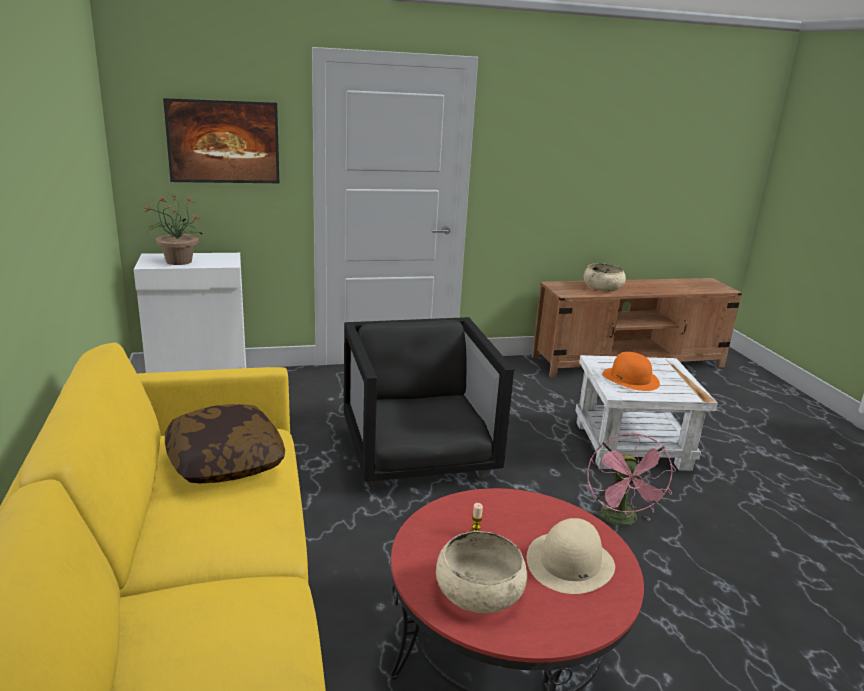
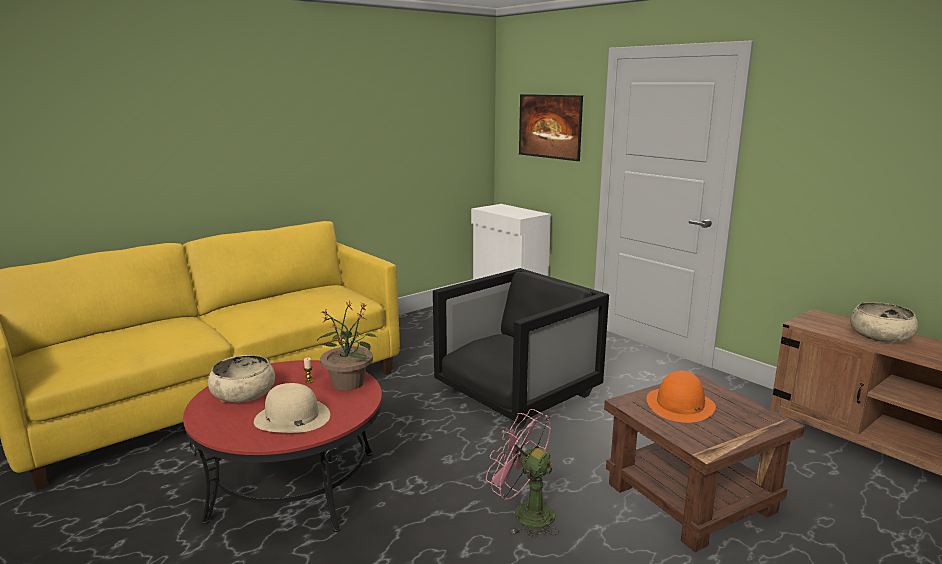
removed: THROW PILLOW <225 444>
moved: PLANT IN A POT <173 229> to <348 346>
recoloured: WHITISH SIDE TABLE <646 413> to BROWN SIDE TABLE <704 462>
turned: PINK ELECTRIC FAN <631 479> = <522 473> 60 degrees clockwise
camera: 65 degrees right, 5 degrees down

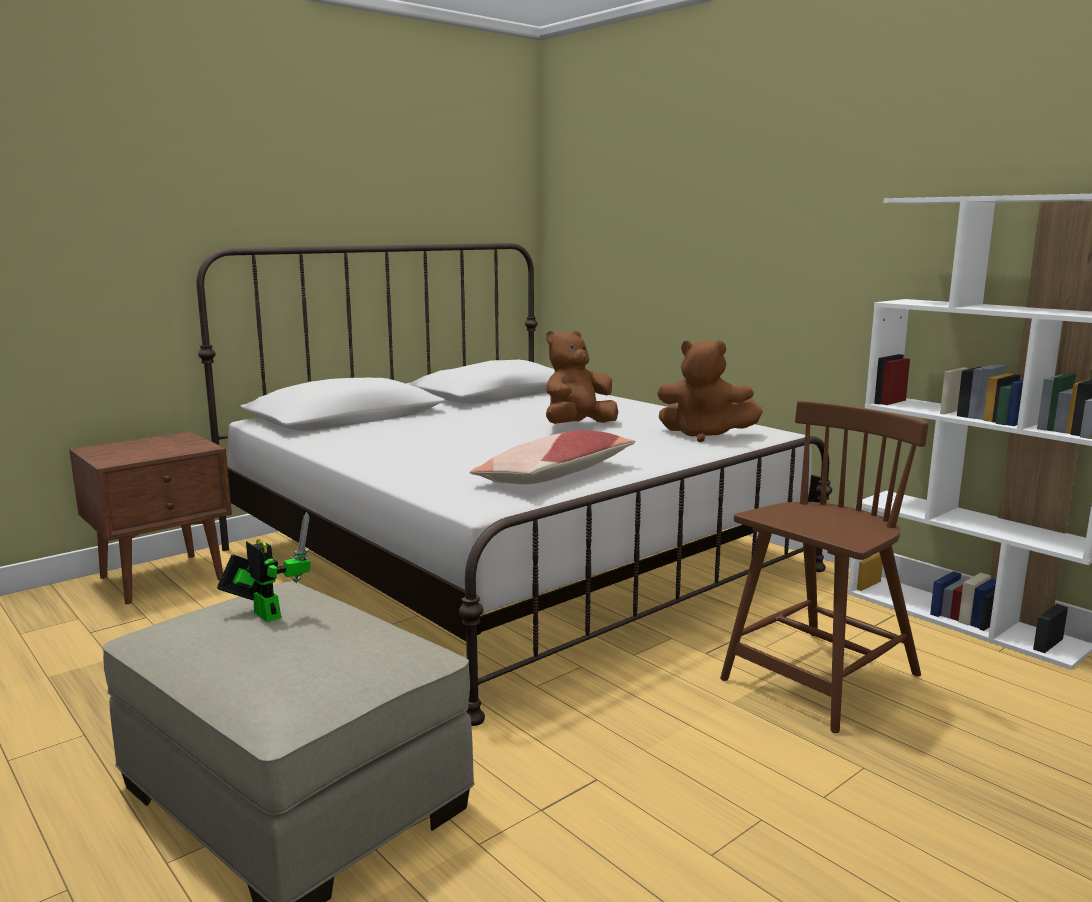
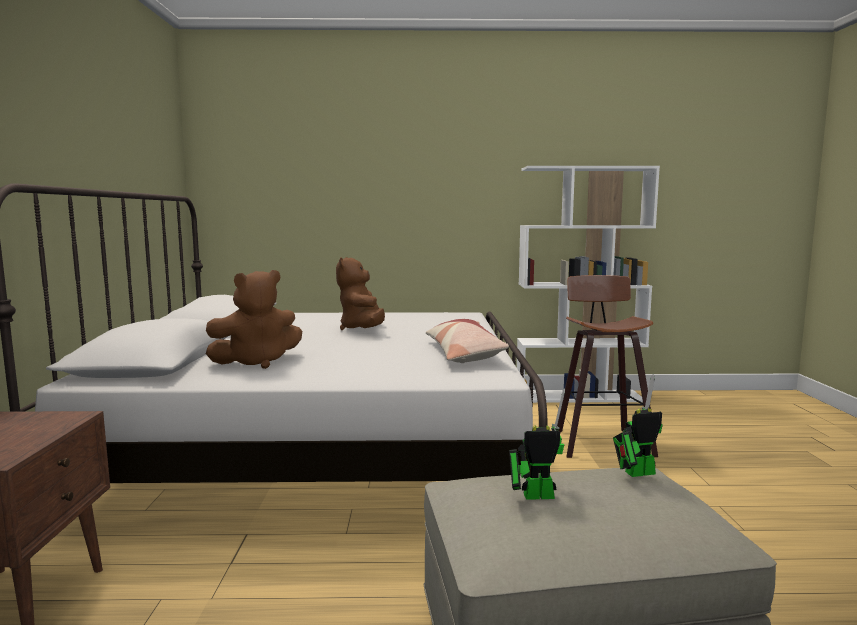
added: TOY ROBOT <638 425>
moved: BROWN PLUSH TOY <710 391> to <254 319>
replaced: BROWN CHAIR <824 567> to SITTING STOOL <607 366>
camera: 50 degrees left, 5 degrees down

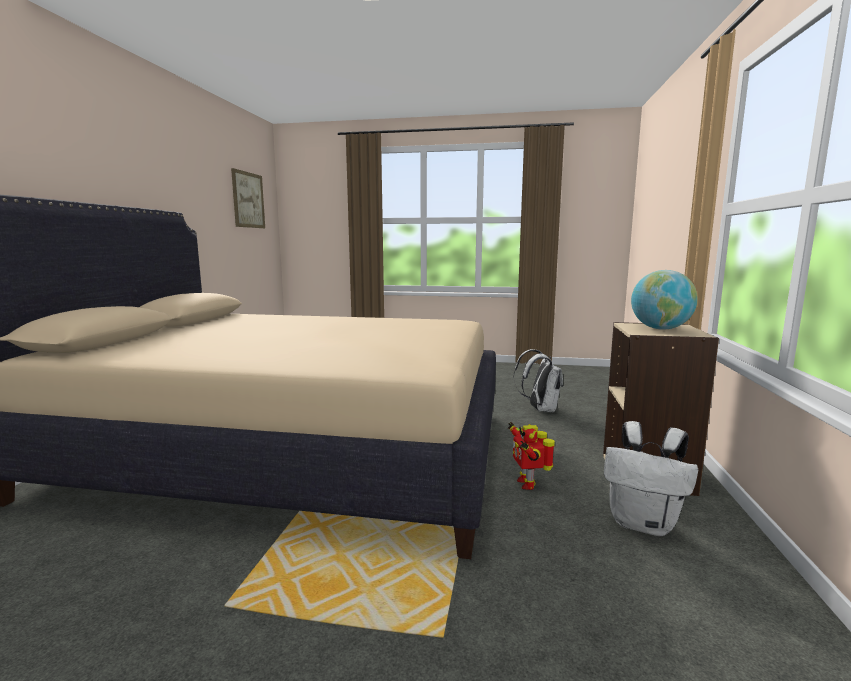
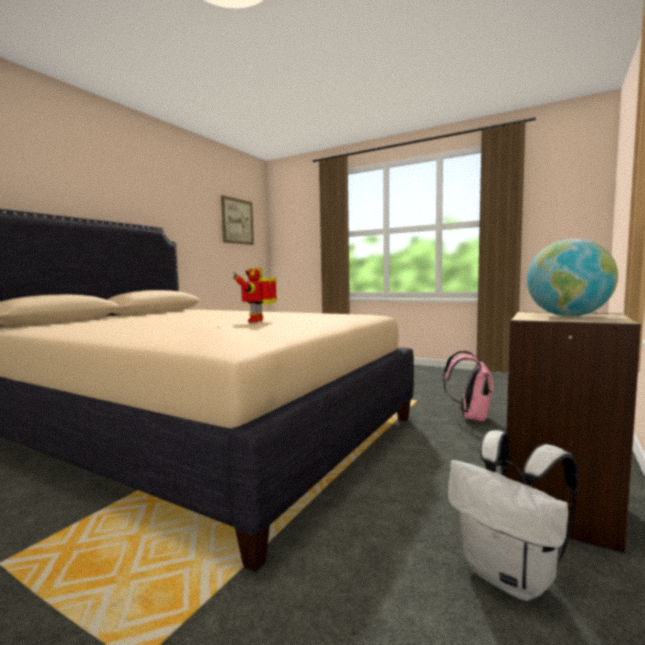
moved: TOY ROBOT <531 456> to <255 295>
recoloured: WHITISH BACKPACK <538 380> to PINK BACKPACK <468 386>
camera: 20 degrees right, 5 degrees down

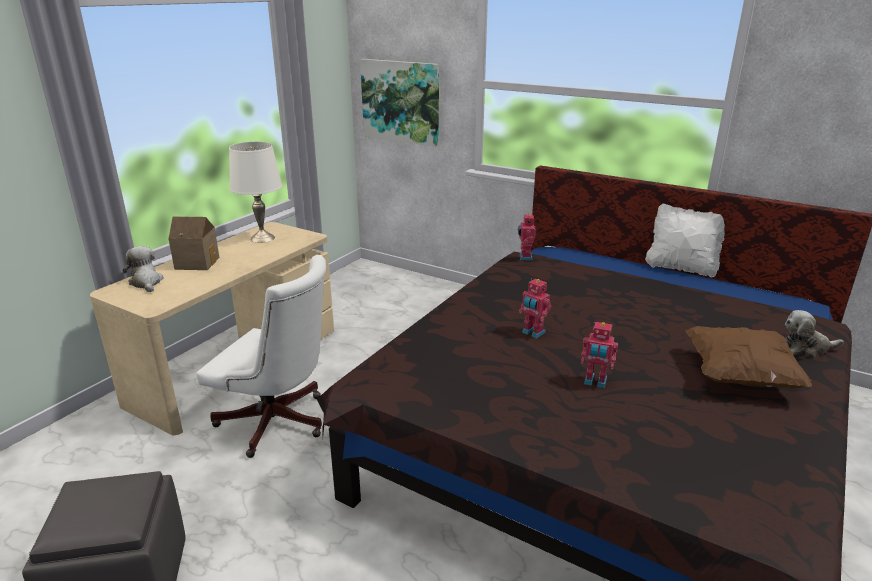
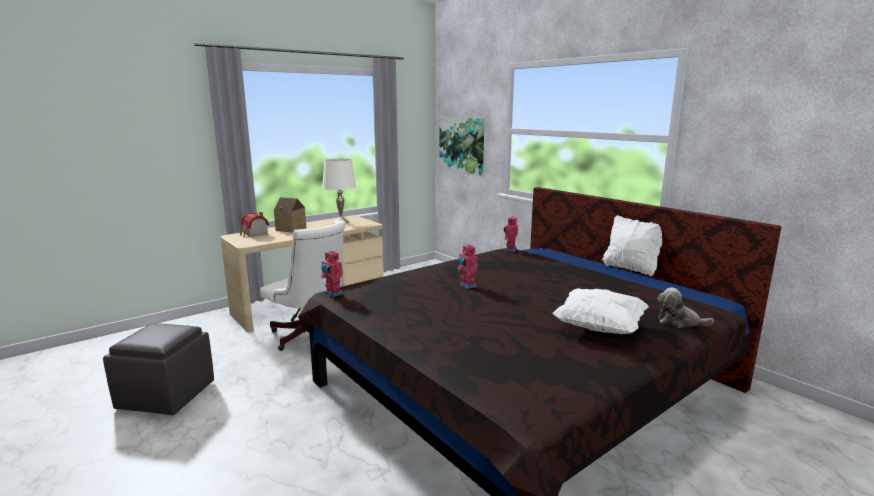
moved: TOY ROBOT <599 355> to <332 273>
replaced: PLUSH TOY <143 269> to MINIATURE HOUSE <254 224>
recoloured: BROWN THROW PILLOW <749 357> to WHITISH THROW PILLOW <601 311>
camera: 20 degrees right, 10 degrees down

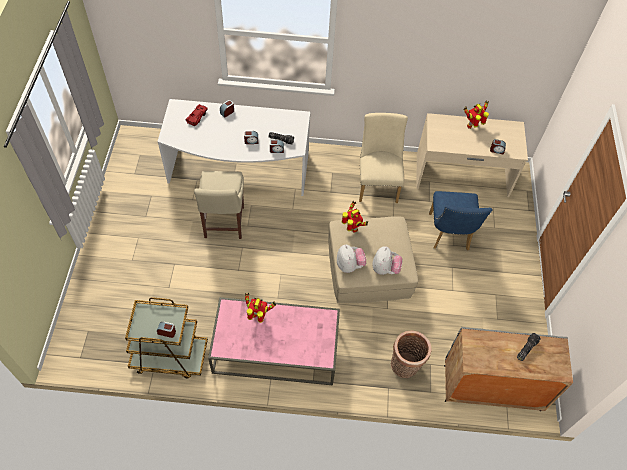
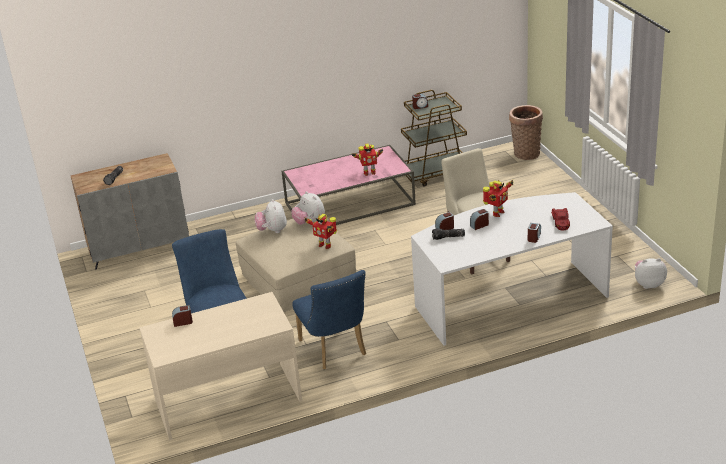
added: PLUSH TOY <651 273>
moved: BASKET <411 354> to <526 132>; TOY ROBOT <476 115> to <498 198>
recoloured: BEIGE CHAIR <383 158> to BLUISH CHAIR <329 319>
camera: 160 degrees right, 25 degrees down

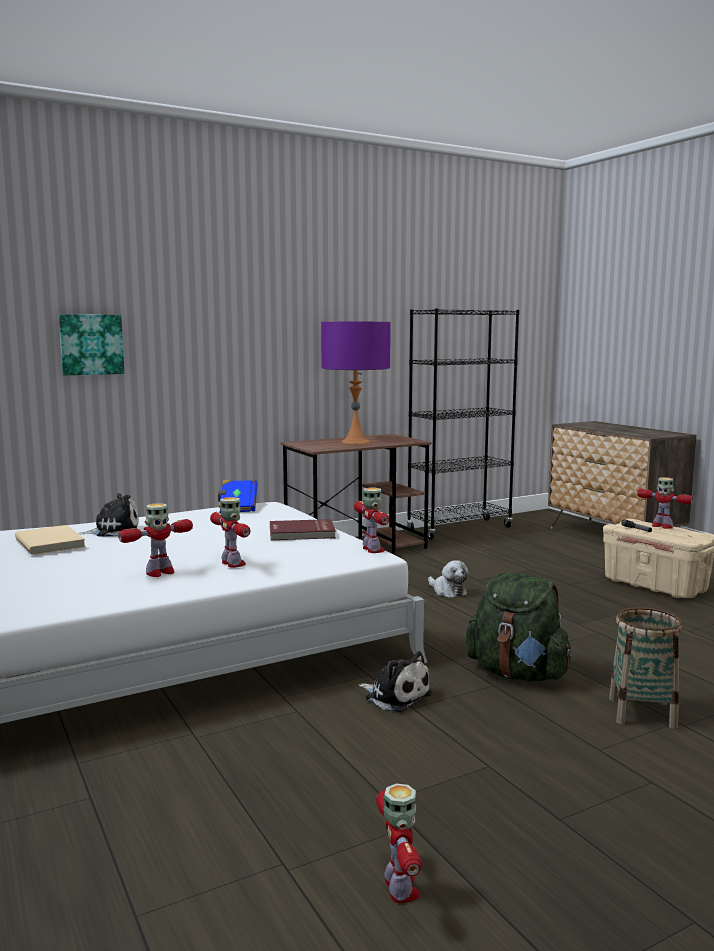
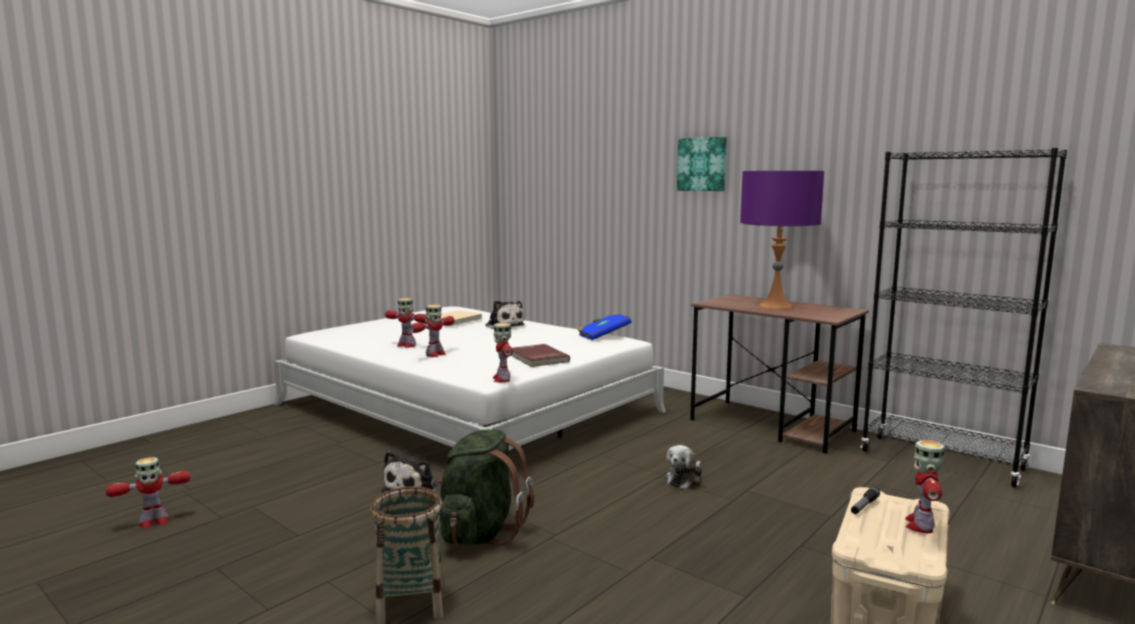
moved: WALL ART <91 345> to <702 164>
turned: TOY ROBOT <371 520> = <503 352> 120 degrees clockwise
camera: 70 degrees right, 0 degrees up

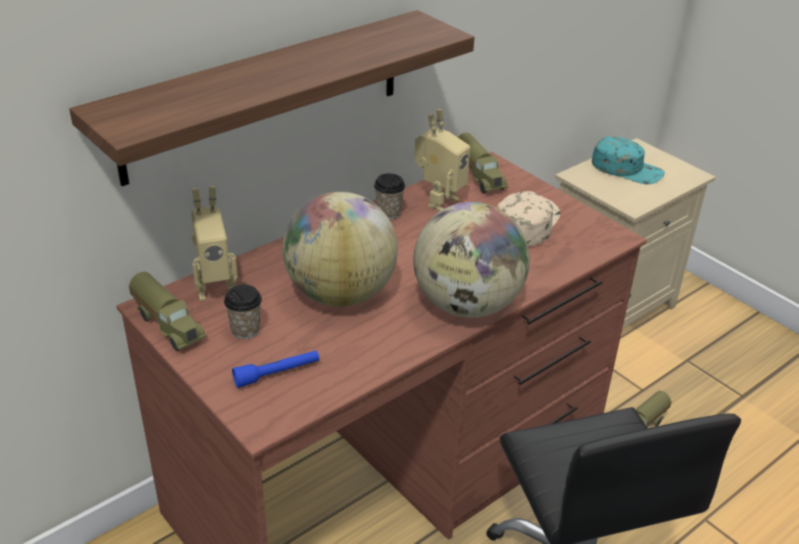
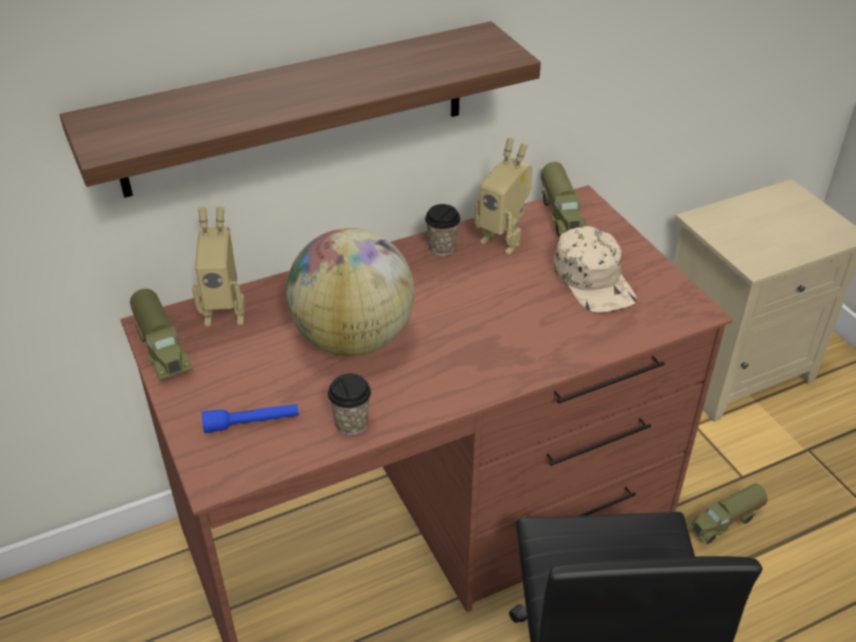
removed: WORLD GLOBE <471 260>; TURQUOISE PEAKED CAP <628 160>
moved: SMALL CUP <243 311> to <349 404>
turned: TOY ROBOT <442 160> = <504 196> 75 degrees clockwise; BEIGE PEAKED CAP <528 219> = <595 269> 120 degrees clockwise
camera: 15 degrees right, 5 degrees up

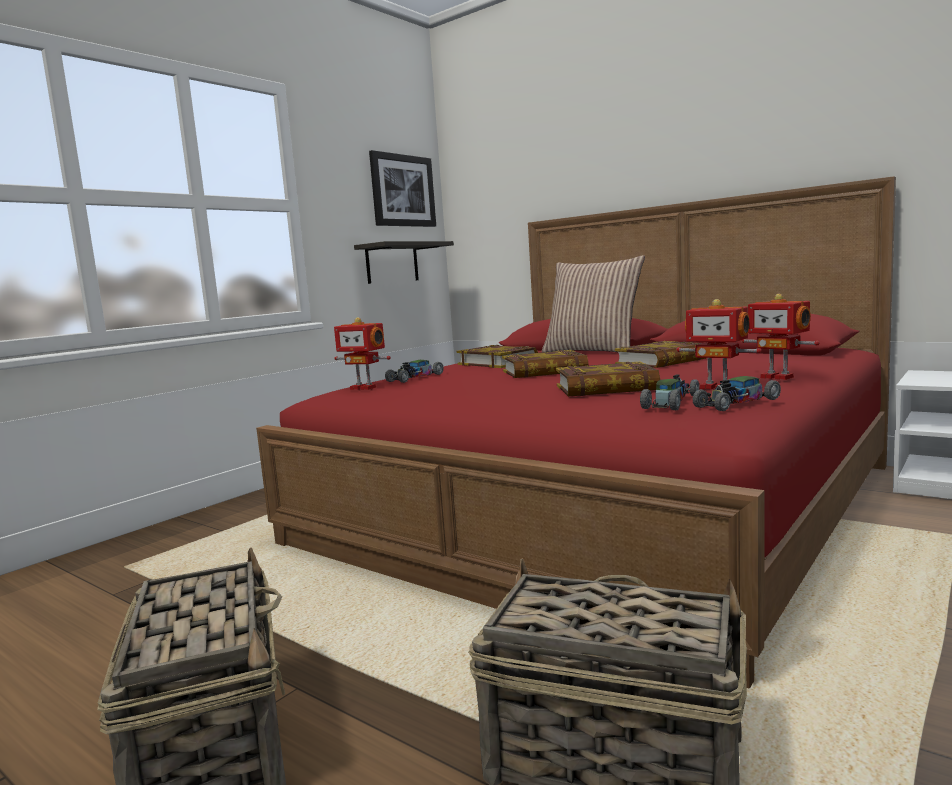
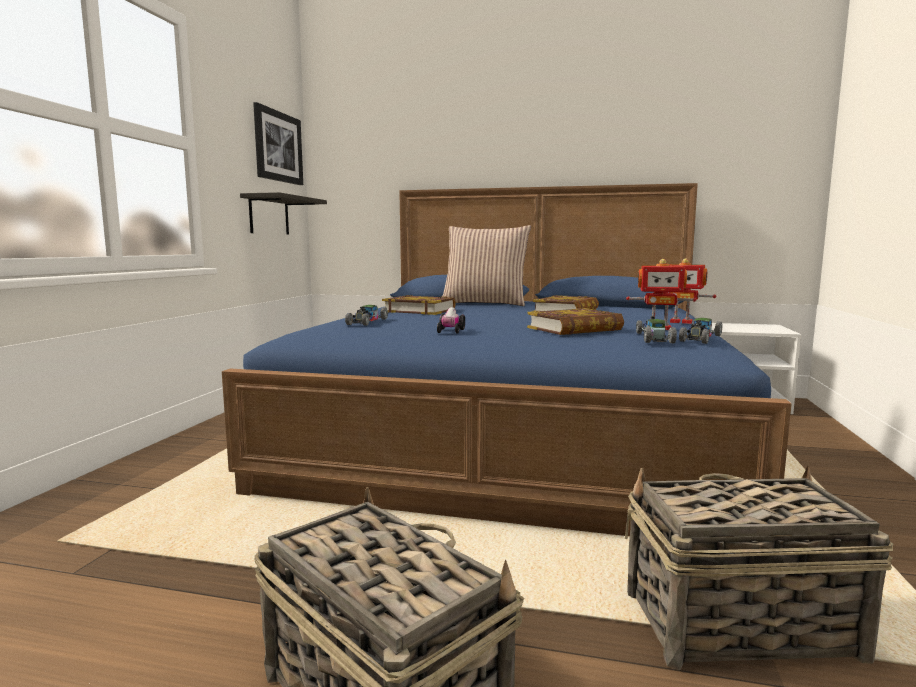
removed: TOY ROBOT <362 353>; VOLUME <545 364>
added: MINIATURE CAR <451 320>
recoloured: RED BEDROOM BED <576 432> to BLUISH BEDROOM BED <506 359>
camera: 25 degrees left, 0 degrees up

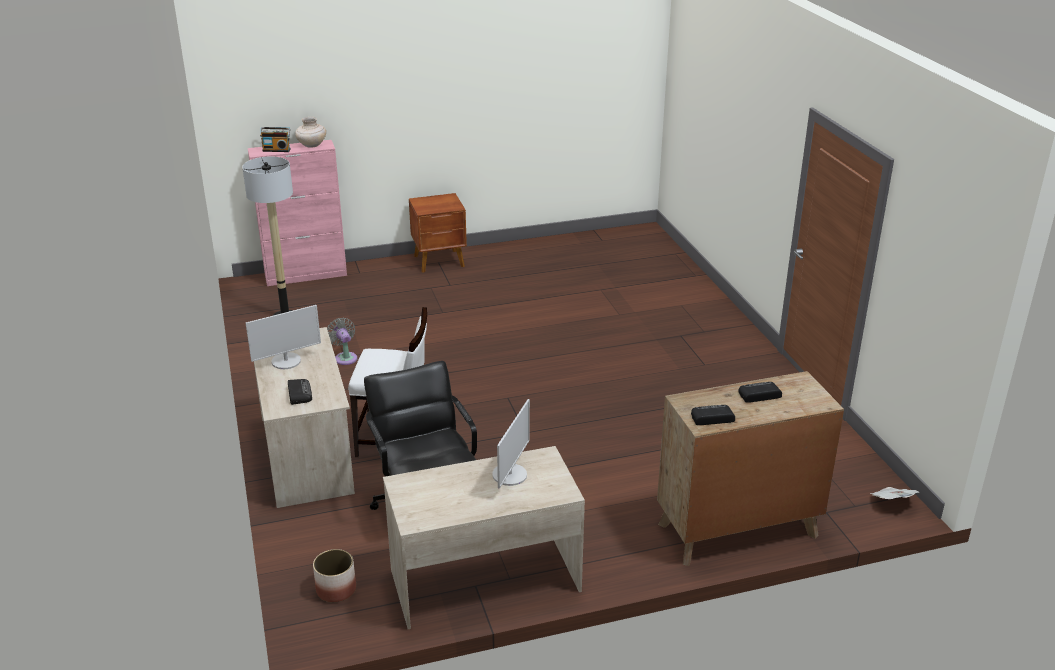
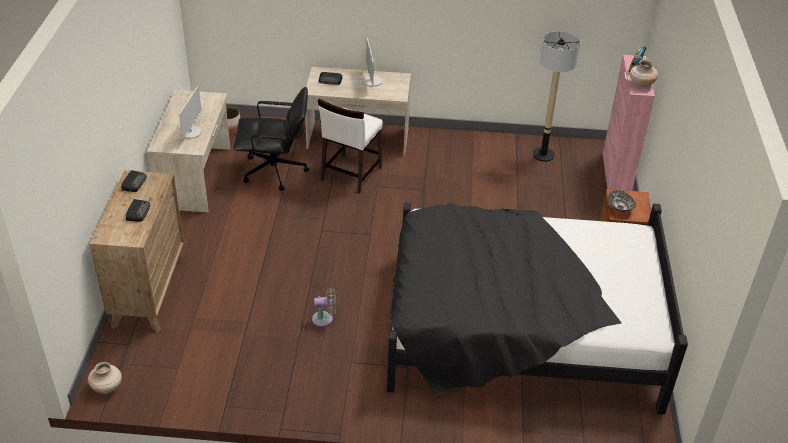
added: BLACKISH BEDROOM BED <537 308>; DEEP DISH <622 201>
moved: GREYISH ELECTRIC FAN <342 341> to <324 307>
replaced: NEWSPAPER <894 493> to BEIGE DECORATIVE VASE <105 378>
turned: COMPUTER DISPLAY <511 444> = <190 113> 120 degrees counterclockwise
camera: 110 degrees right, 10 degrees up

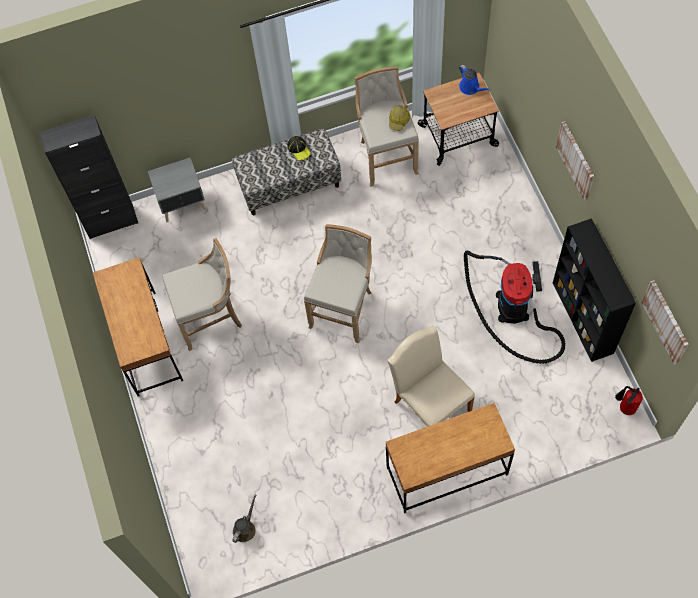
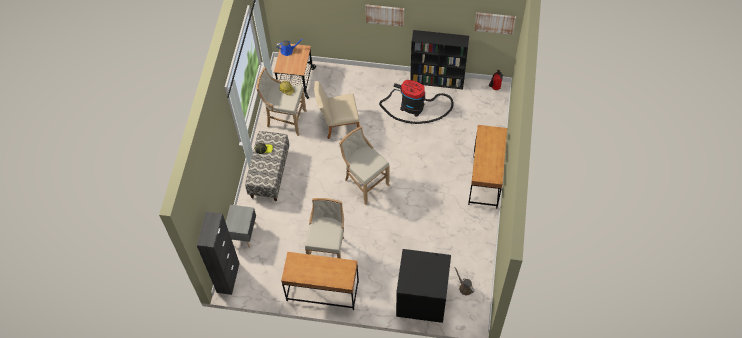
added: BLACKISH WASHING MACHINE <423 286>
moved: BEIGE CHAIR <431 376> to <336 110>
camera: 65 degrees left, 5 degrees down

